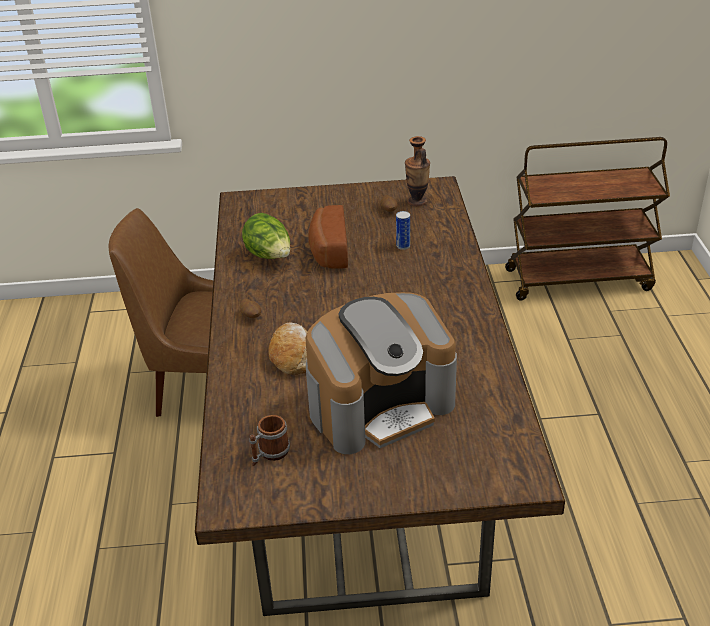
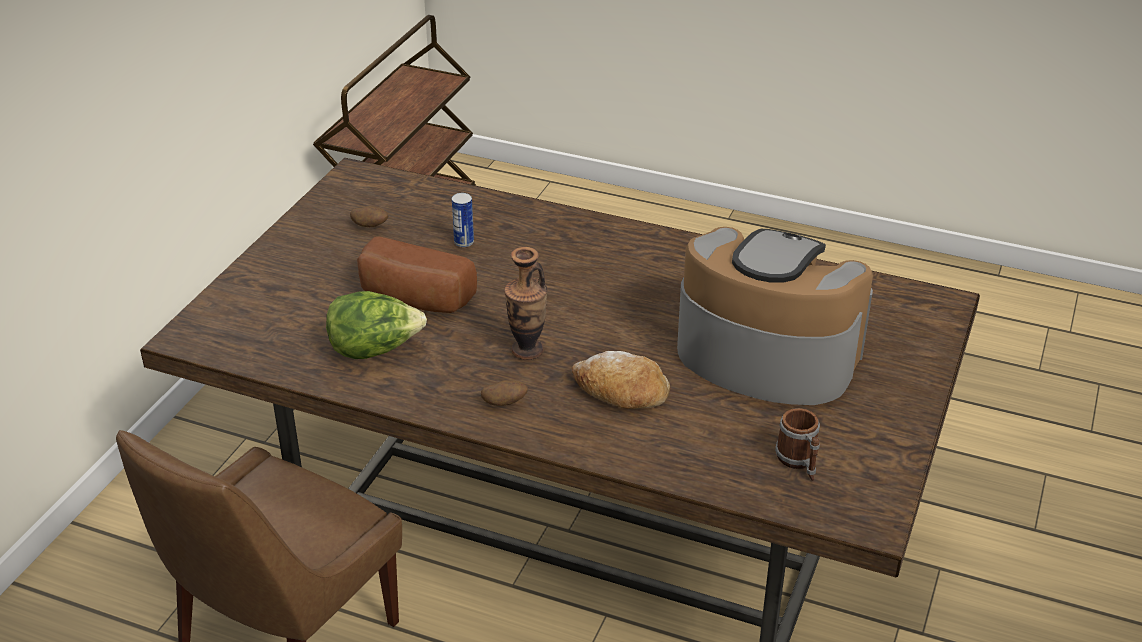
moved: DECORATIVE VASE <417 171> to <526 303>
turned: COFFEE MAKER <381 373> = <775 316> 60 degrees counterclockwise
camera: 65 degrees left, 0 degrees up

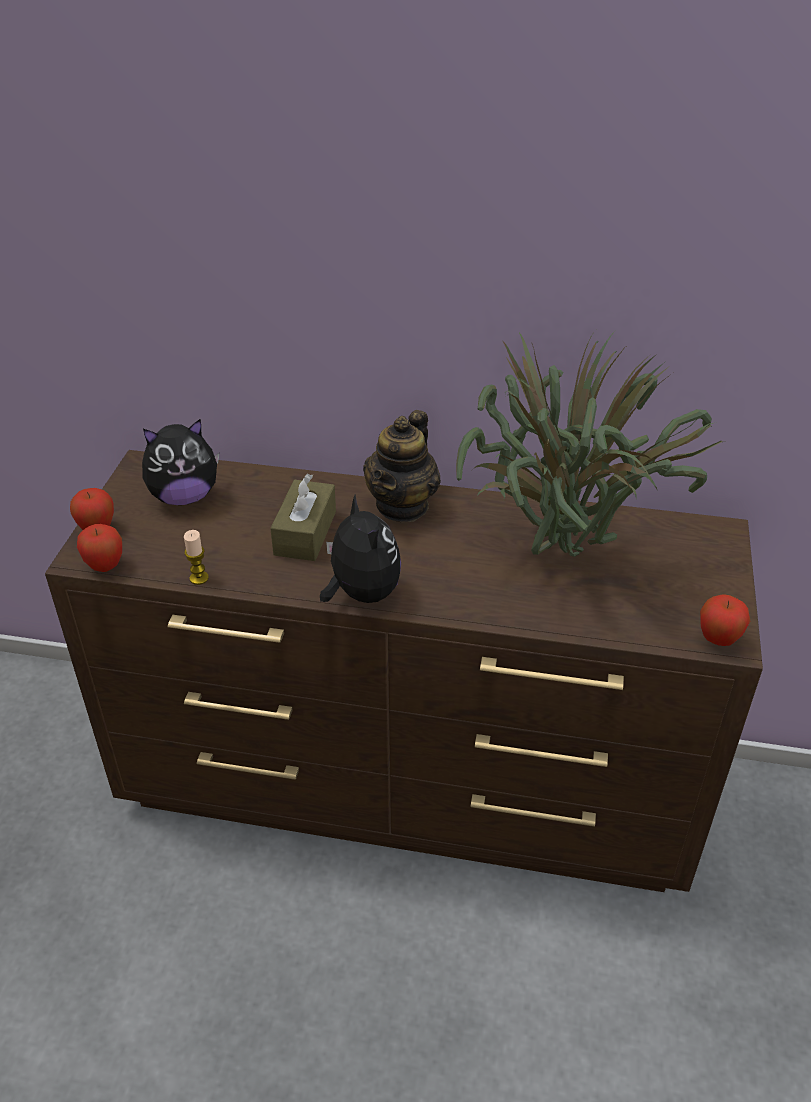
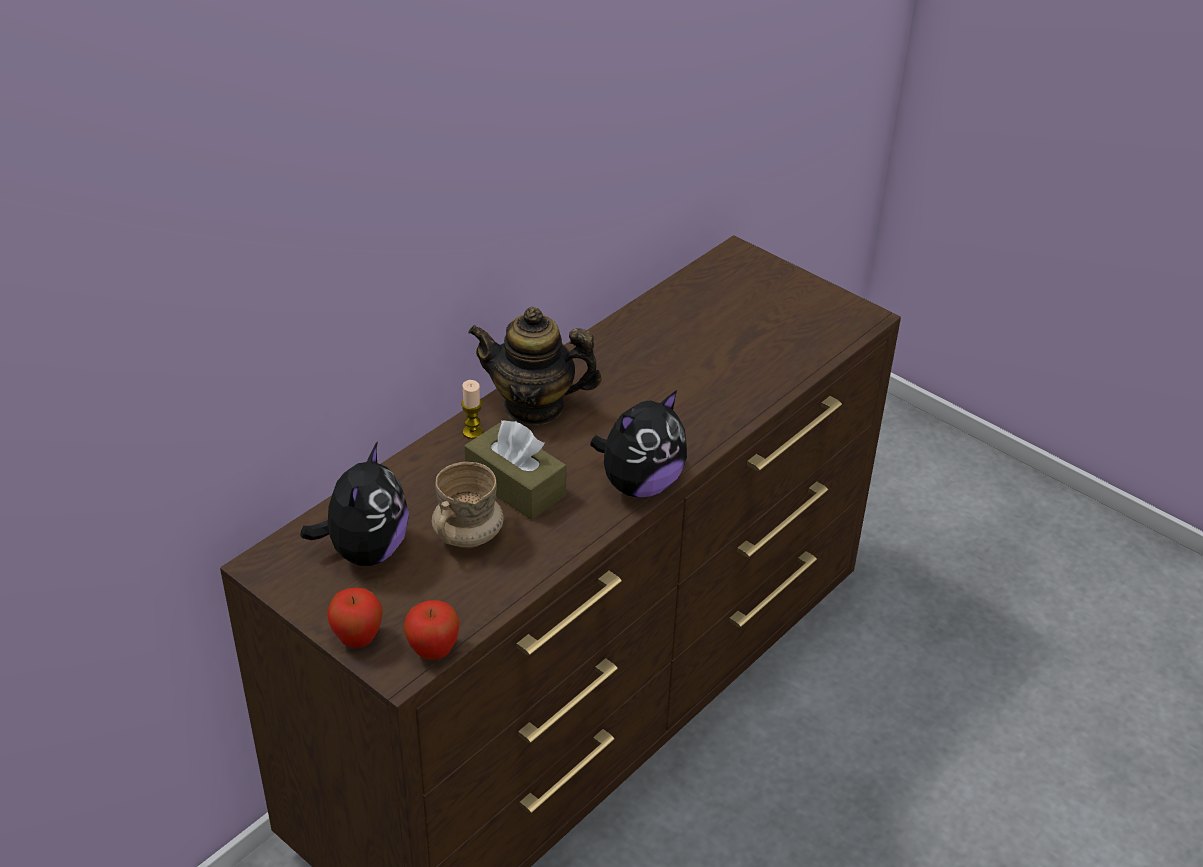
removed: PLANT IN A POT <589 442>; APPLE <725 620>
added: BEIGE COFFEE MUG <468 505>
moved: WAX LIGHT <196 557> to <472 409>
turned: PLUSH TOY <360 548> = <638 443> 135 degrees clockwise; POT FOR TEA <402 466> = <535 366> 135 degrees clockwise
camera: 60 degrees left, 0 degrees up

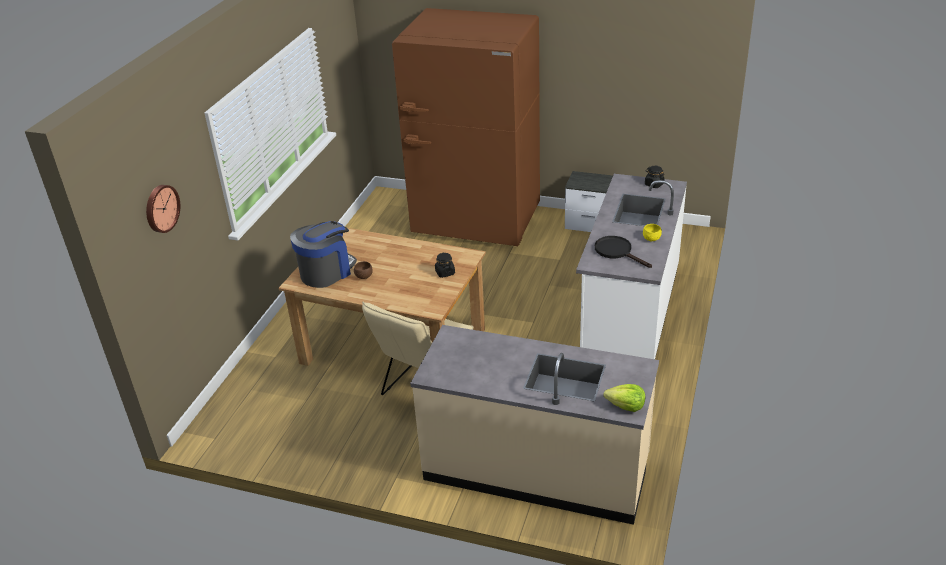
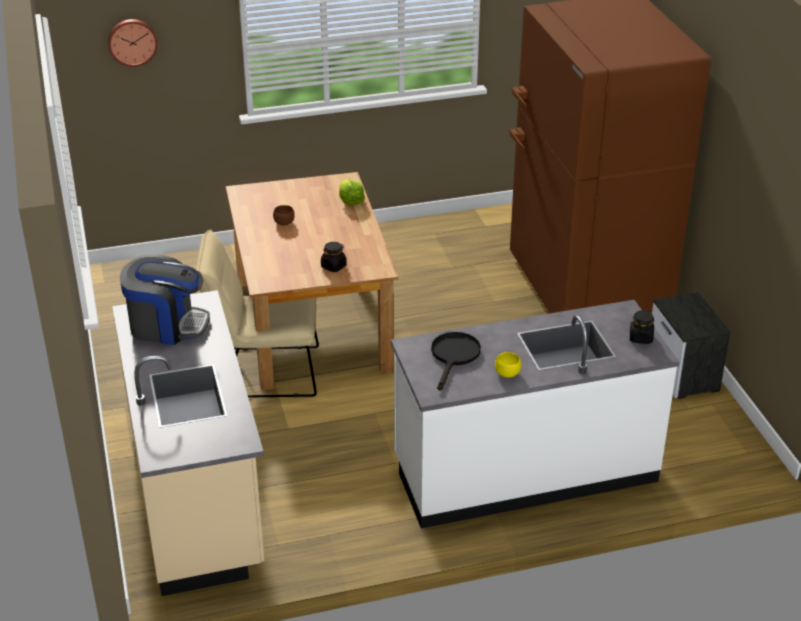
moved: COFFEE MAKER <323 254> to <165 299>; LETTUCE HEAD <624 398> to <352 191>
camera: 55 degrees right, 0 degrees up

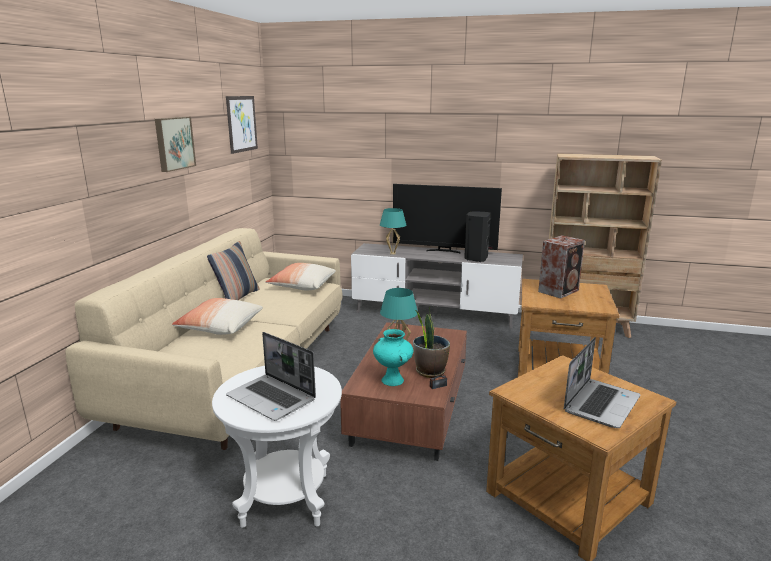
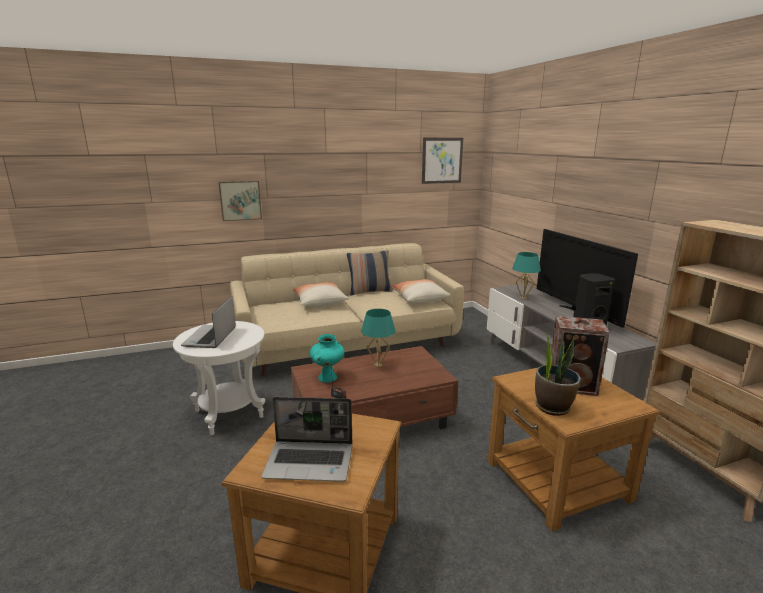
moved: WALL ART <175 144> to <240 201>; PLANT IN A POT <431 342> to <558 374>
camera: 55 degrees right, 0 degrees up

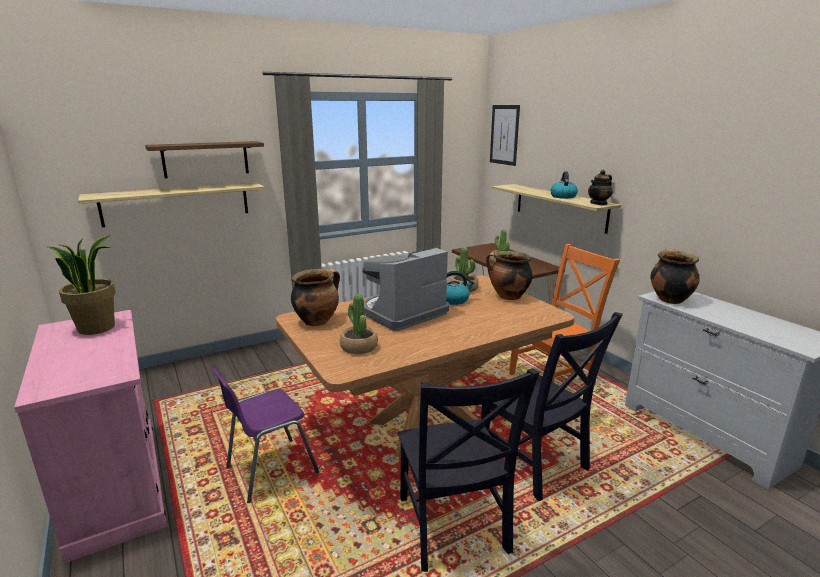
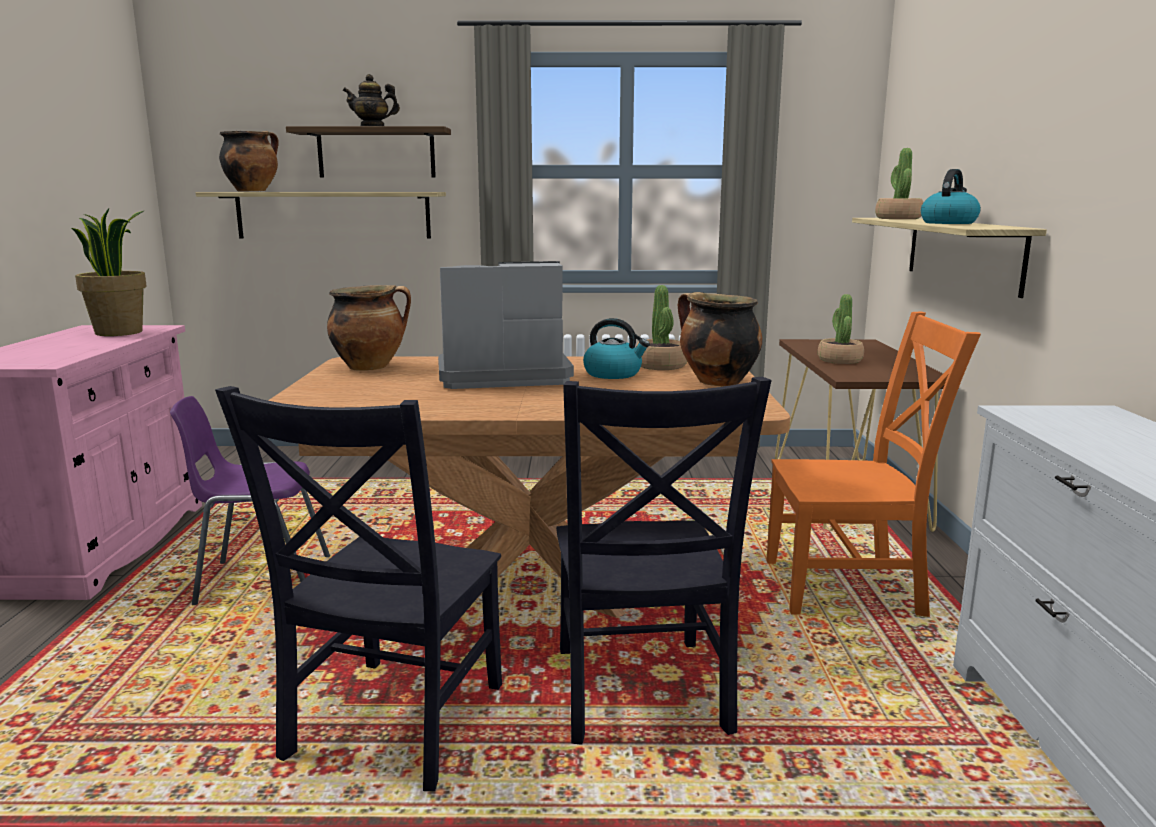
removed: WALL ART <505 135>
moved: PLANT IN A POT <359 324> to <899 183>; POT FOR TEA <600 187> to <371 100>; SAUCEPOT <675 276> to <249 161>
camera: 30 degrees right, 5 degrees down

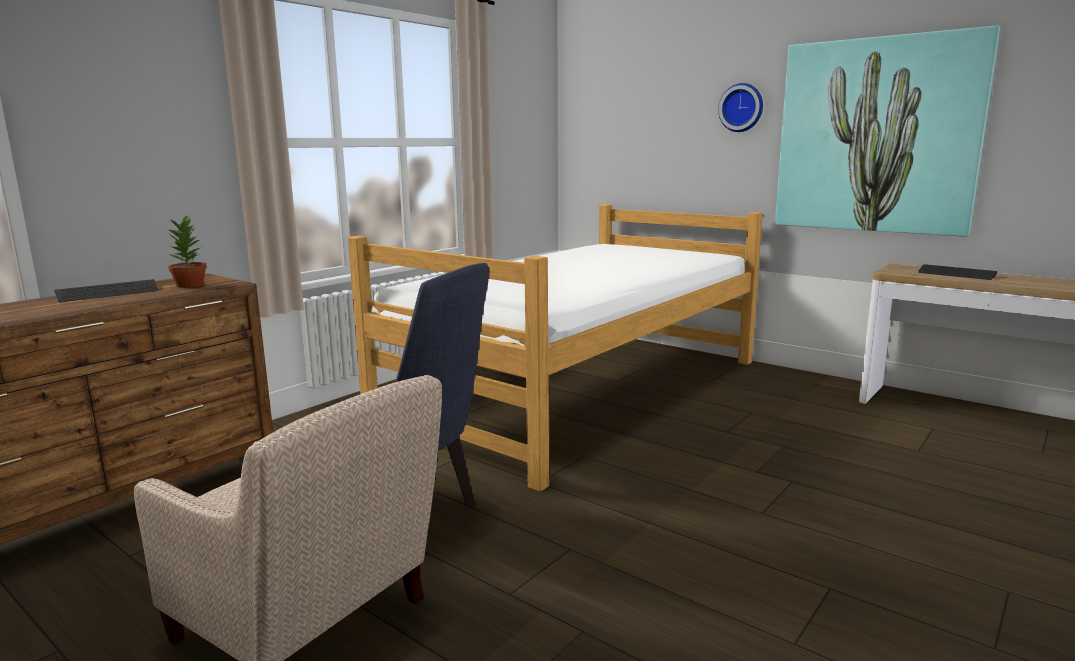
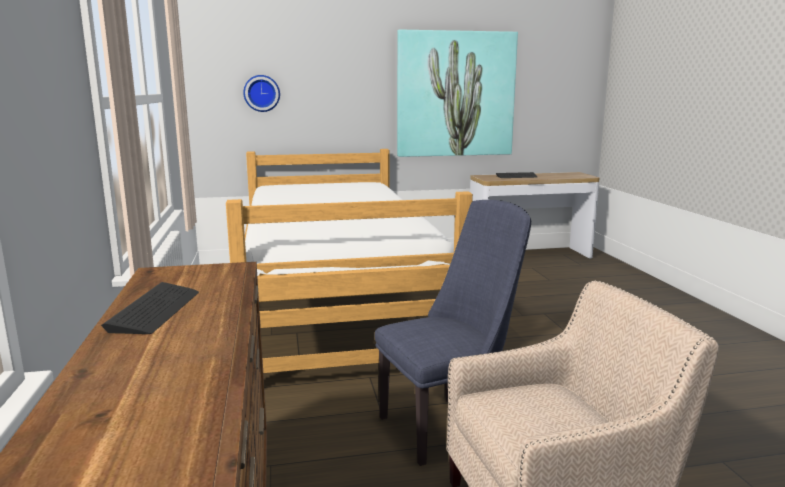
removed: PLANT IN A POT <187 251>
moved: CLOCK ON THE WALL <740 107> to <261 93>
camera: 50 degrees left, 0 degrees up

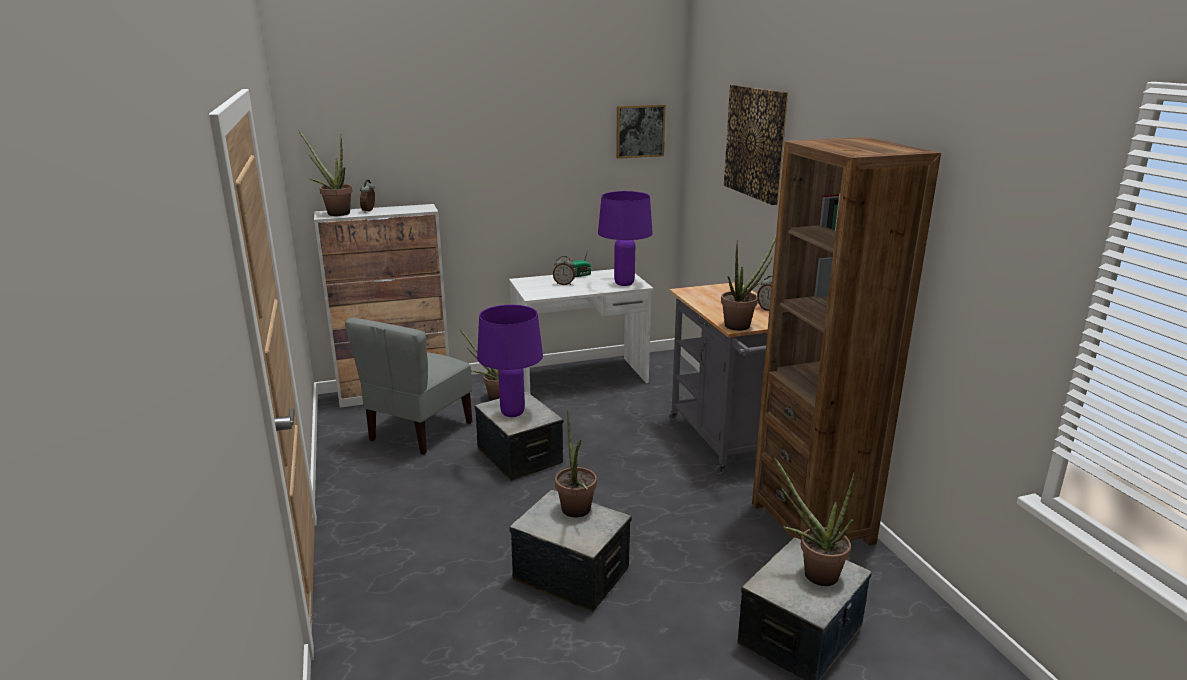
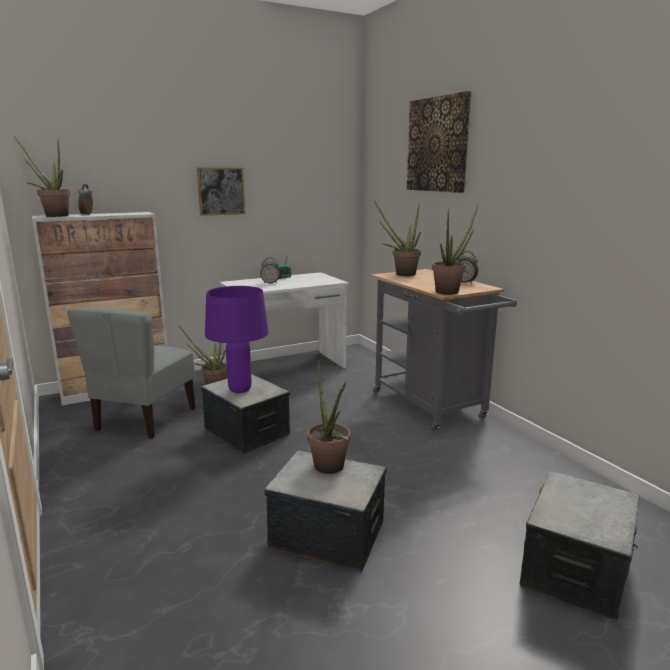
removed: PURPLISH TABLETOP LAMP <625 238>; BROWN BOOKSHELF <846 341>
moved: WALL ART <641 132> to <221 192>; PLANT IN A POT <814 521> to <397 238>
camera: 10 degrees left, 5 degrees down

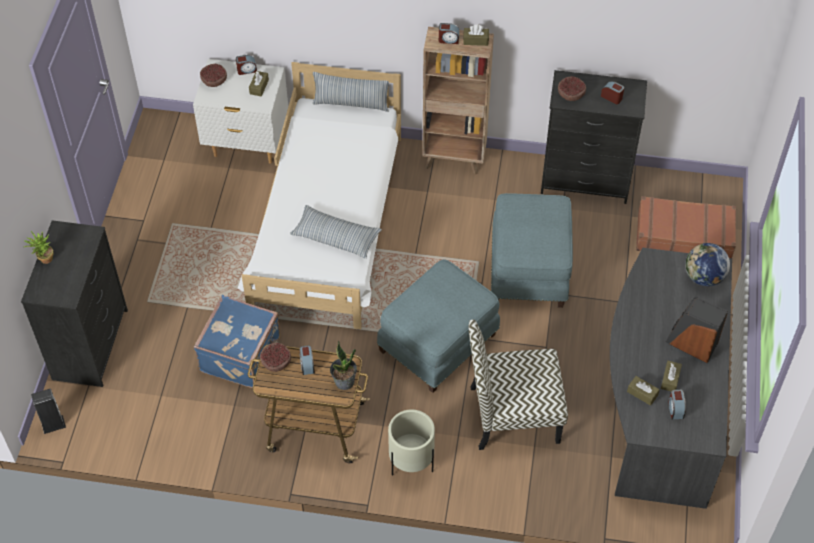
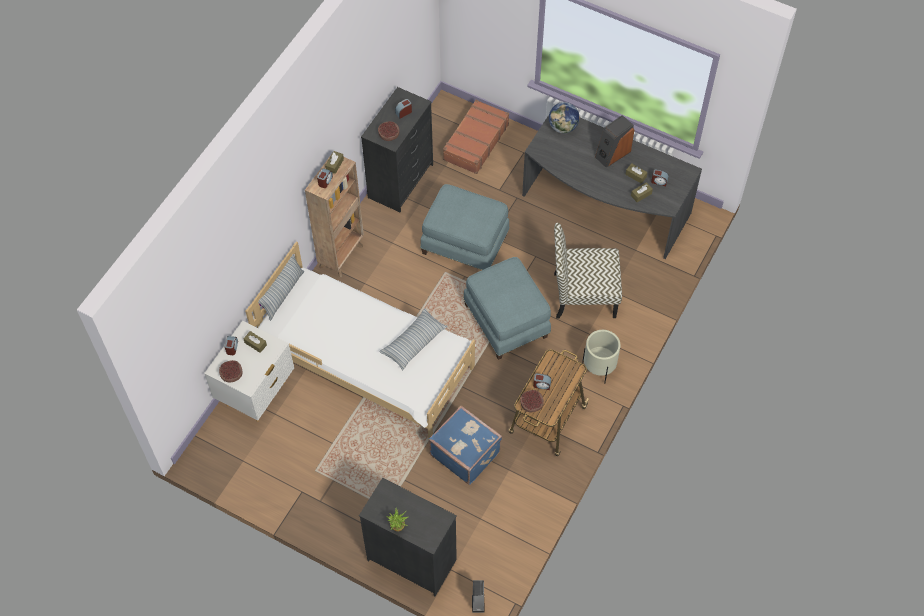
removed: PLANT IN A POT <343 365>
turned: CHAIR <518 385> = <588 270> 75 degrees clockwise
camera: 70 degrees left, 5 degrees up

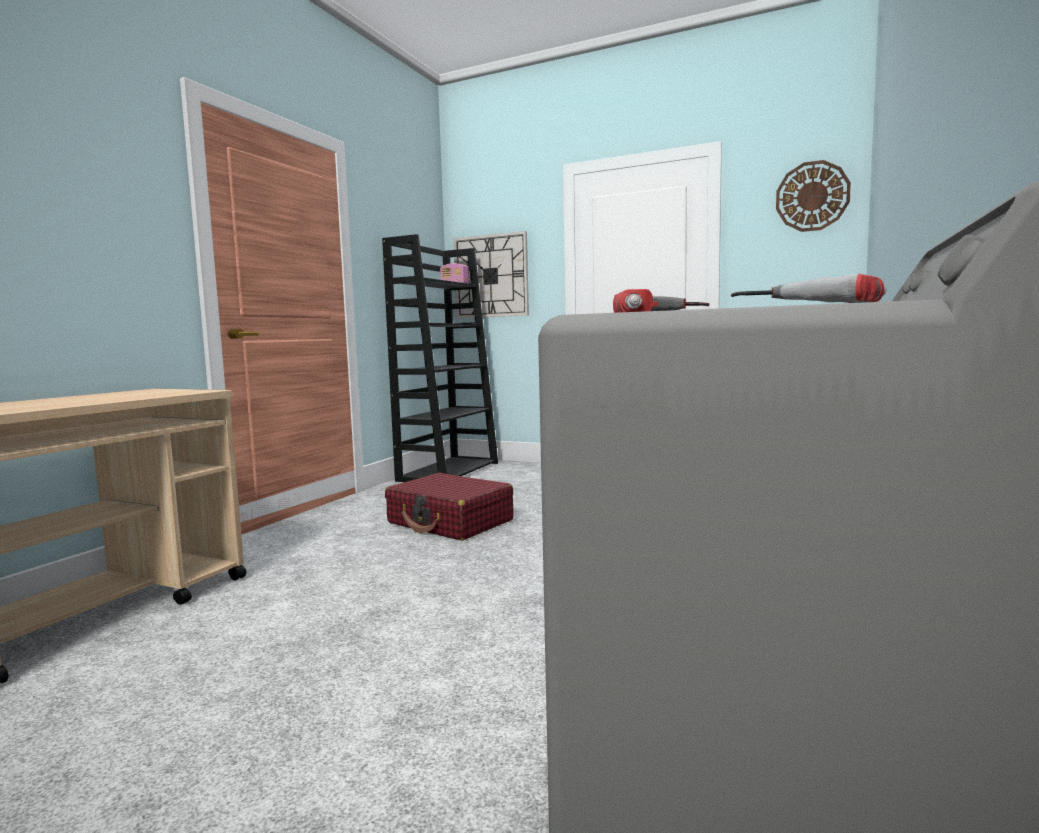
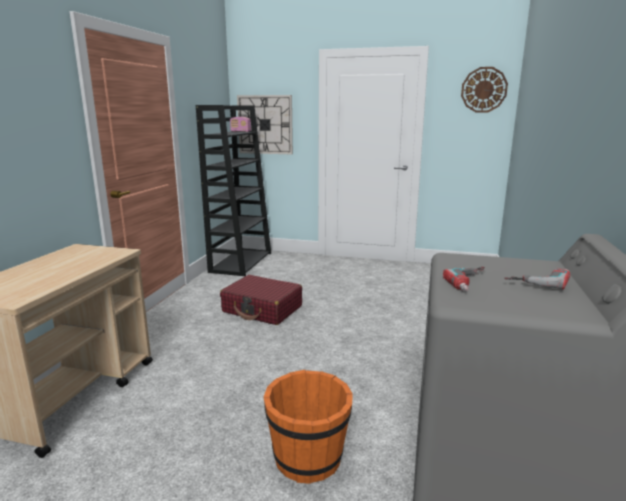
added: ORANGE BUCKET <308 427>
camera: 10 degrees left, 10 degrees up

